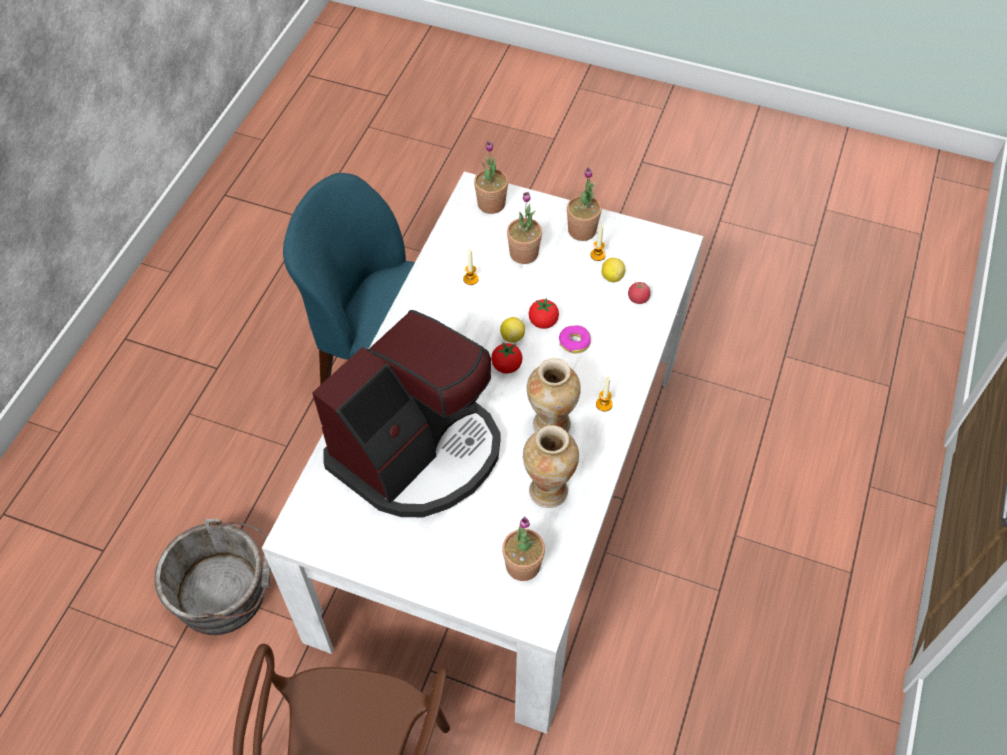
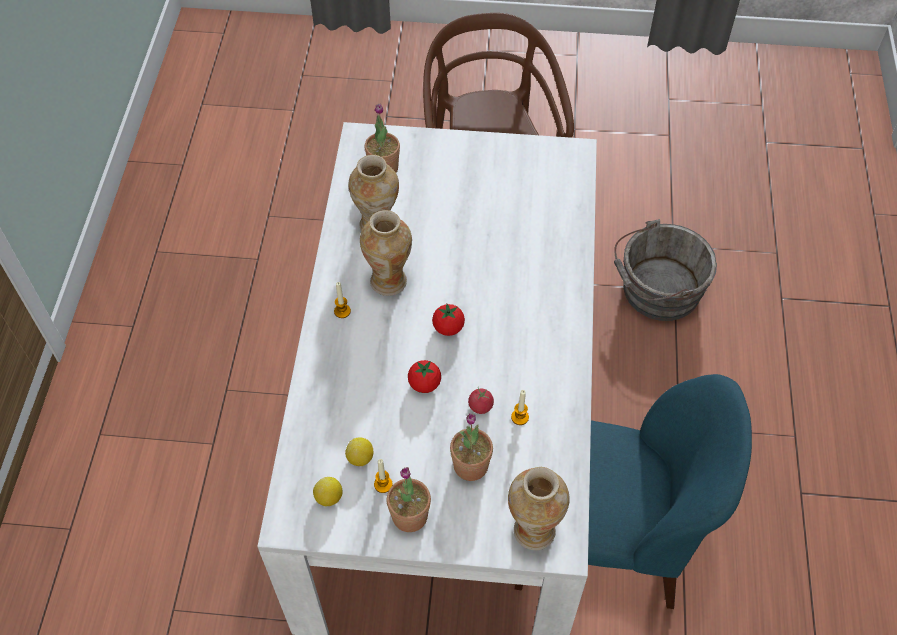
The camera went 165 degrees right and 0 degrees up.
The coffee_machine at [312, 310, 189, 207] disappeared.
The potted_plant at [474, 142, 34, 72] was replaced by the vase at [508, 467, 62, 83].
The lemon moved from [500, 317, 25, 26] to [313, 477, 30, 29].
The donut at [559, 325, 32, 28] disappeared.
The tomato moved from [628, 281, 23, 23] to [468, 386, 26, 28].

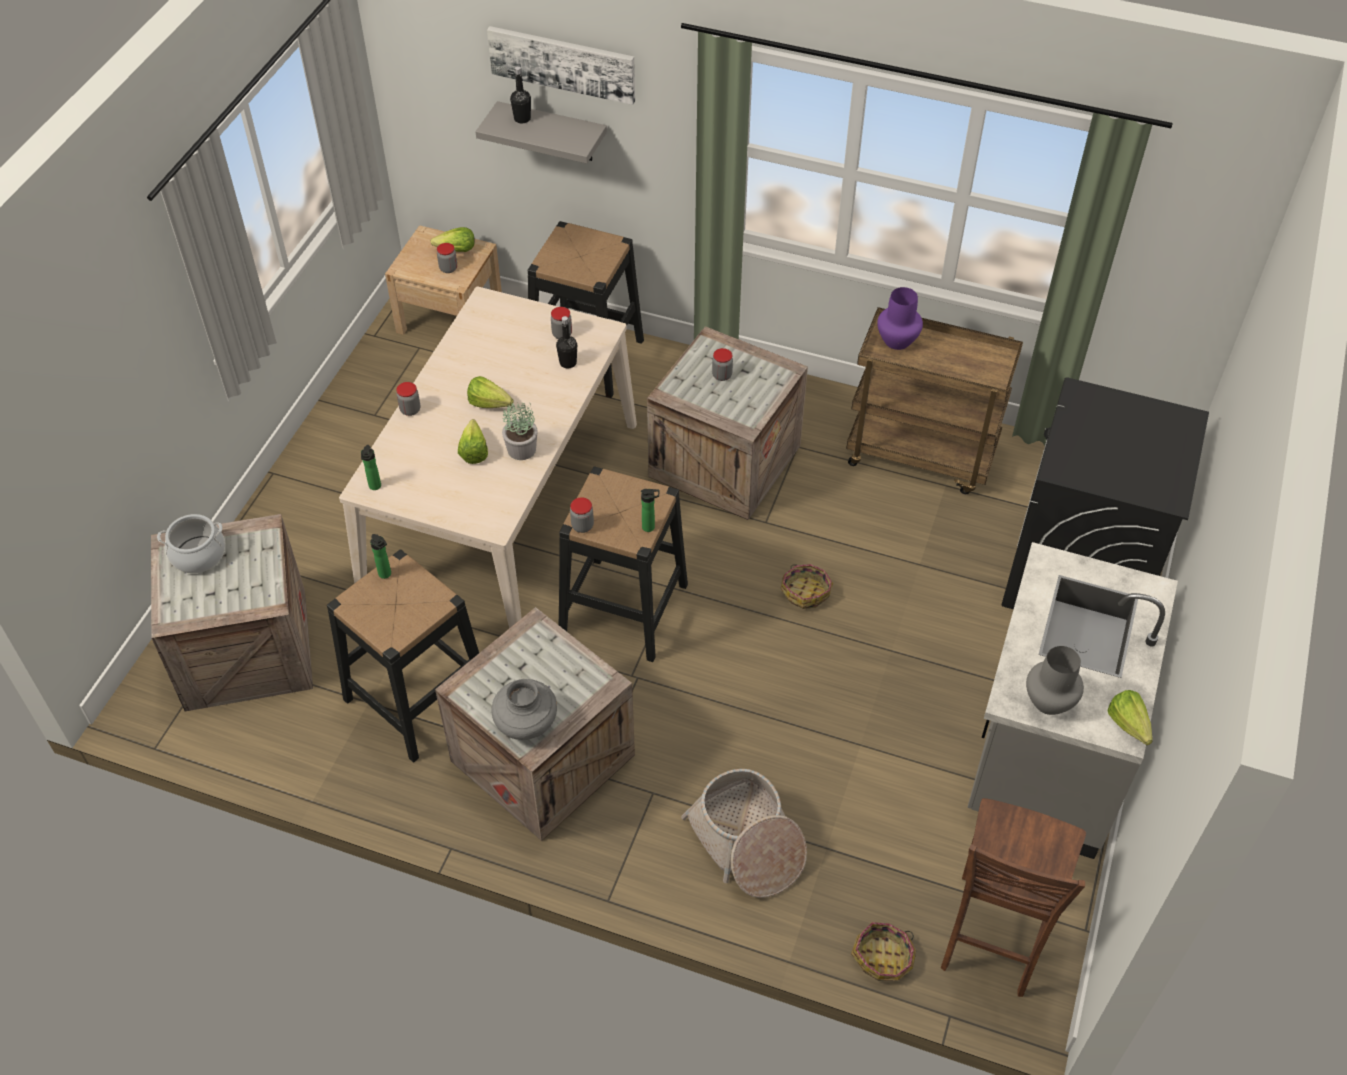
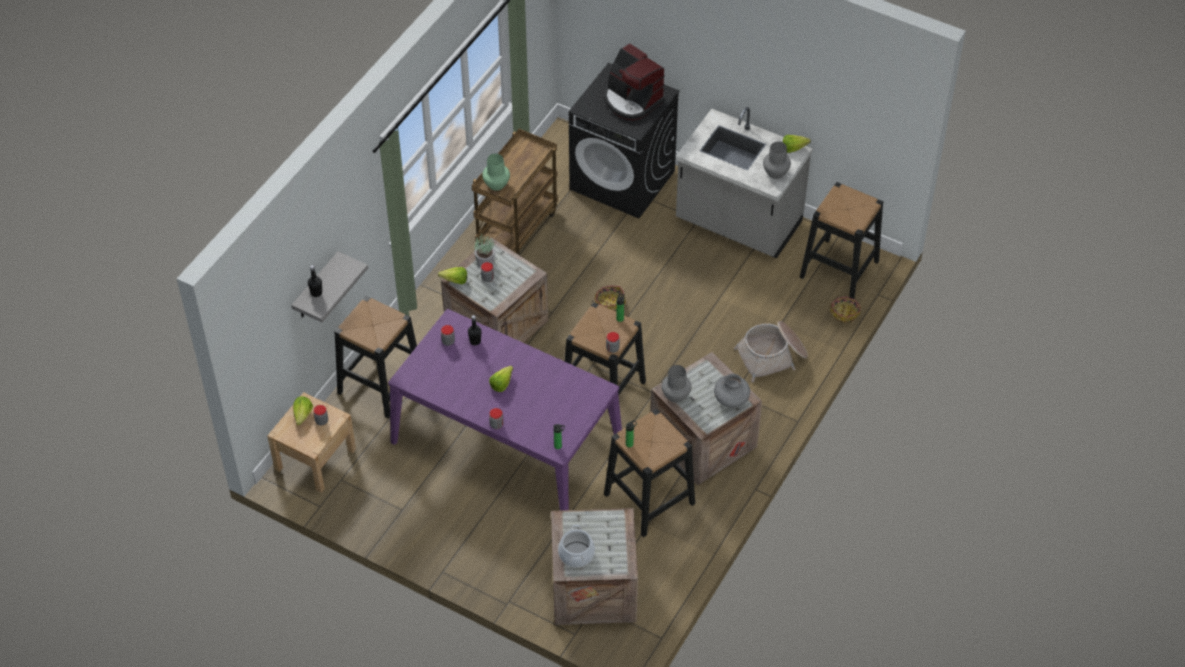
The camera went 80 degrees left and 0 degrees up.
The beige_dining_table at [339, 286, 298, 342] became the purple_dining_table at [388, 309, 234, 202].
The lettuce moved from [458, 419, 30, 45] to [438, 267, 29, 17].
The picture at [487, 26, 148, 79] disappeared.
The potted_plant moved from [502, 402, 36, 58] to [474, 233, 21, 35].
The purple_vase at [877, 287, 46, 63] became the green_vase at [482, 154, 28, 37].
The brown_chair at [941, 798, 145, 199] was replaced by the black_stool at [800, 182, 83, 117].
The coffee_machine at [604, 43, 61, 77] appeared.
The grey_vase at [662, 365, 29, 38] appeared.

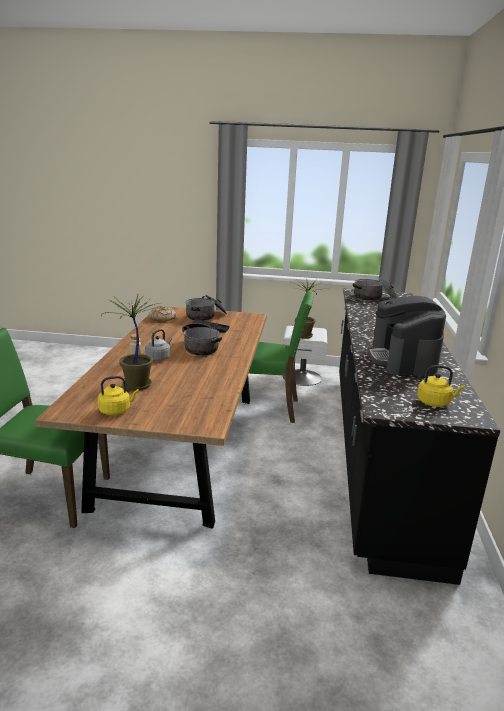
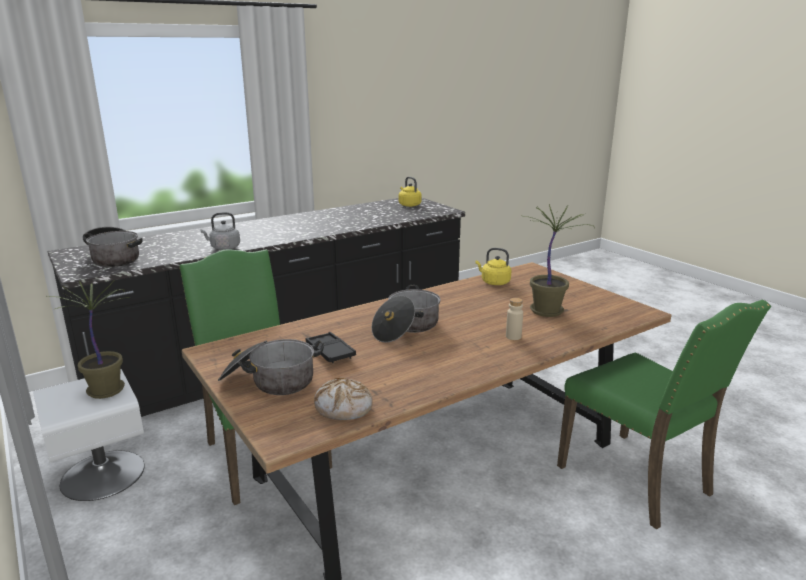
The camera went 130 degrees left and 0 degrees up.
The yellow_kettle moved from [98, 376, 41, 39] to [476, 248, 35, 37].
The grey_kettle moved from [145, 329, 27, 32] to [200, 212, 40, 38].
The coffee_machine at [367, 296, 79, 80] disappeared.

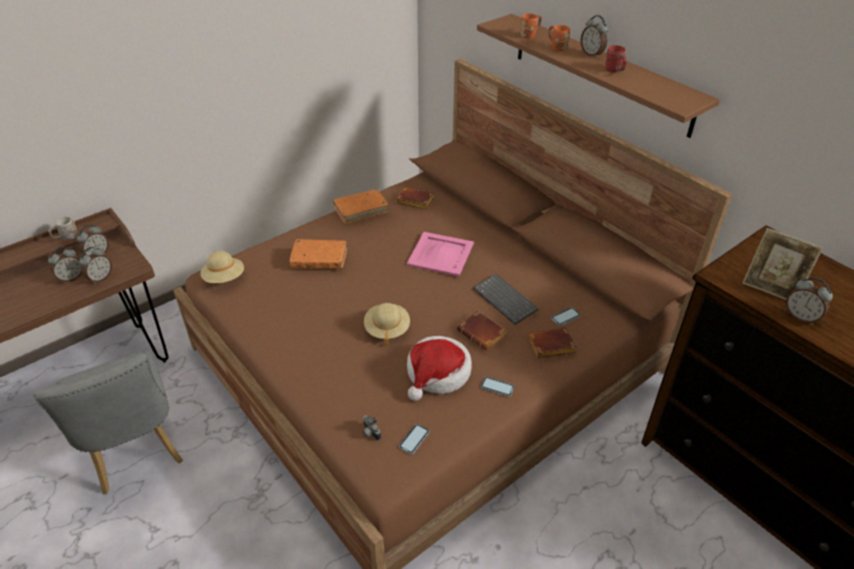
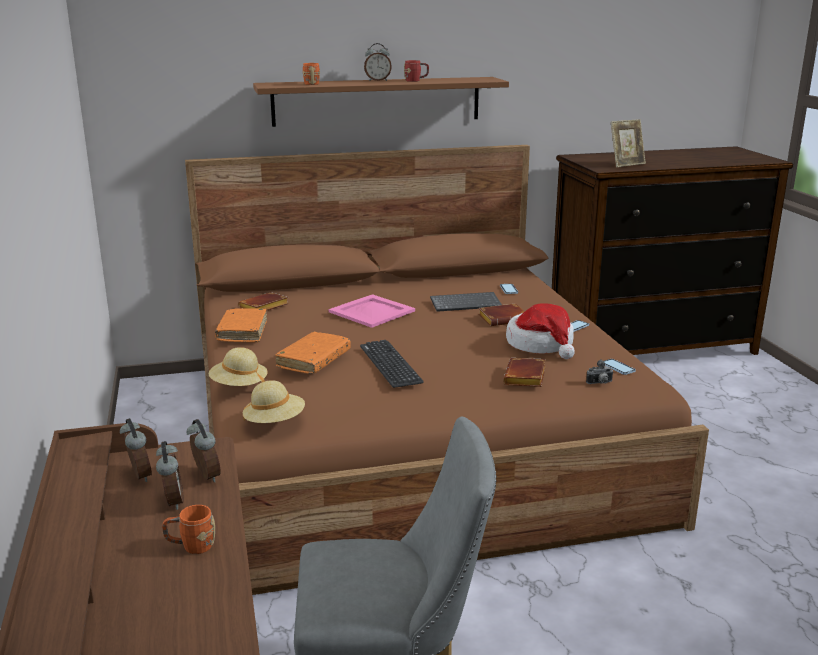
The camera went 65 degrees left and 20 degrees down.
The grey_mug at [48, 216, 29, 25] disappeared.
The beige_hat moved from [364, 303, 46, 43] to [209, 347, 59, 39].
The brown_book moved from [527, 327, 50, 32] to [503, 358, 43, 29].
The orange_mug moved from [548, 25, 22, 26] to [162, 505, 53, 49].
The alarm_clock at [785, 277, 48, 48] disappeared.
The keyboard at [360, 340, 64, 48] appeared.

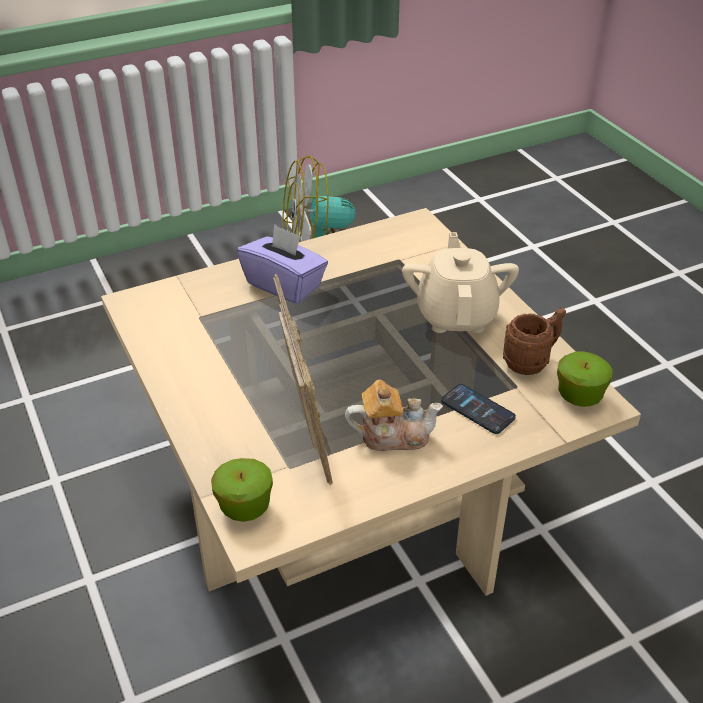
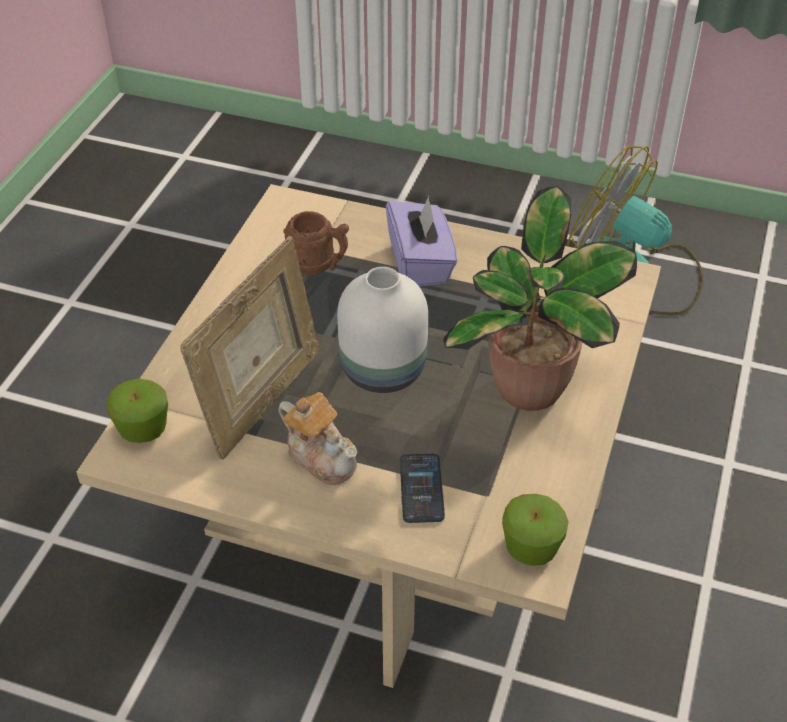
The camera went 45 degrees right and 5 degrees up.
The beige_teapot at [402, 232, 117, 101] was replaced by the potted_plant at [443, 186, 194, 225].
The brown_mug moved from [503, 308, 63, 67] to [283, 211, 66, 64].
The white_vase at [337, 267, 91, 126] appeared.

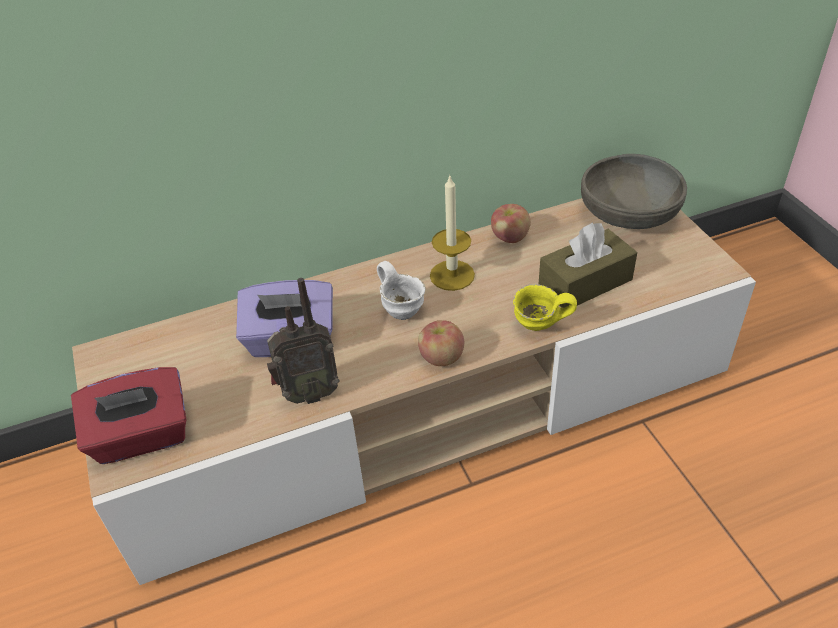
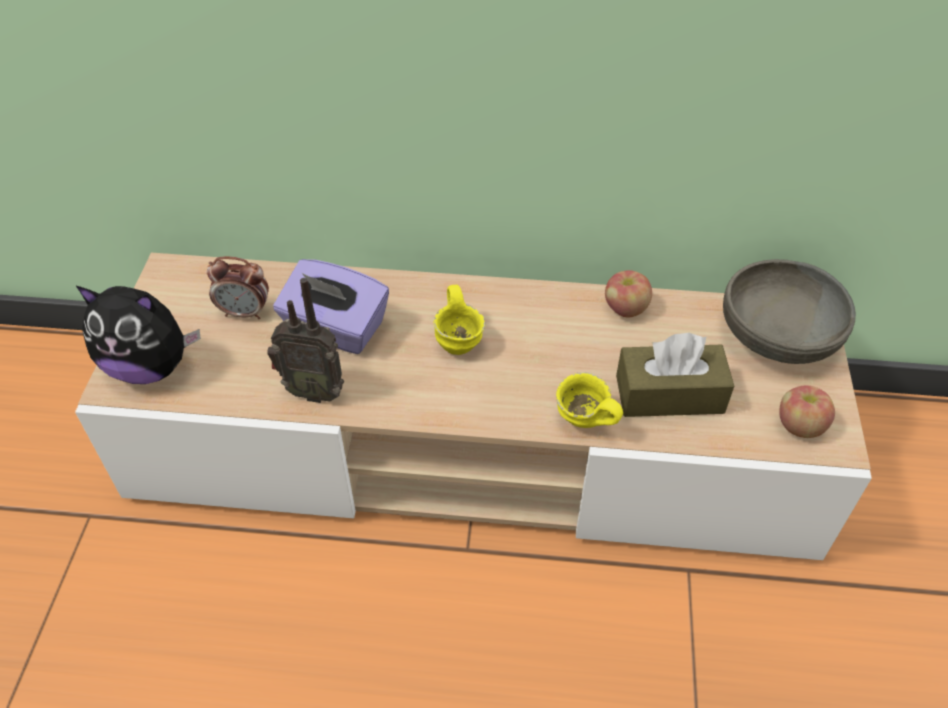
The camera went 25 degrees right and 5 degrees up.
The red_tissue_box at [71, 367, 115, 97] was replaced by the plush_toy at [75, 285, 126, 99].
The white_mug at [377, 261, 49, 59] became the yellow_mug at [434, 285, 51, 70].
The apple moved from [418, 320, 46, 46] to [779, 386, 56, 52].
The candle at [430, 174, 45, 117] disappeared.
The alarm_clock at [207, 256, 62, 63] appeared.

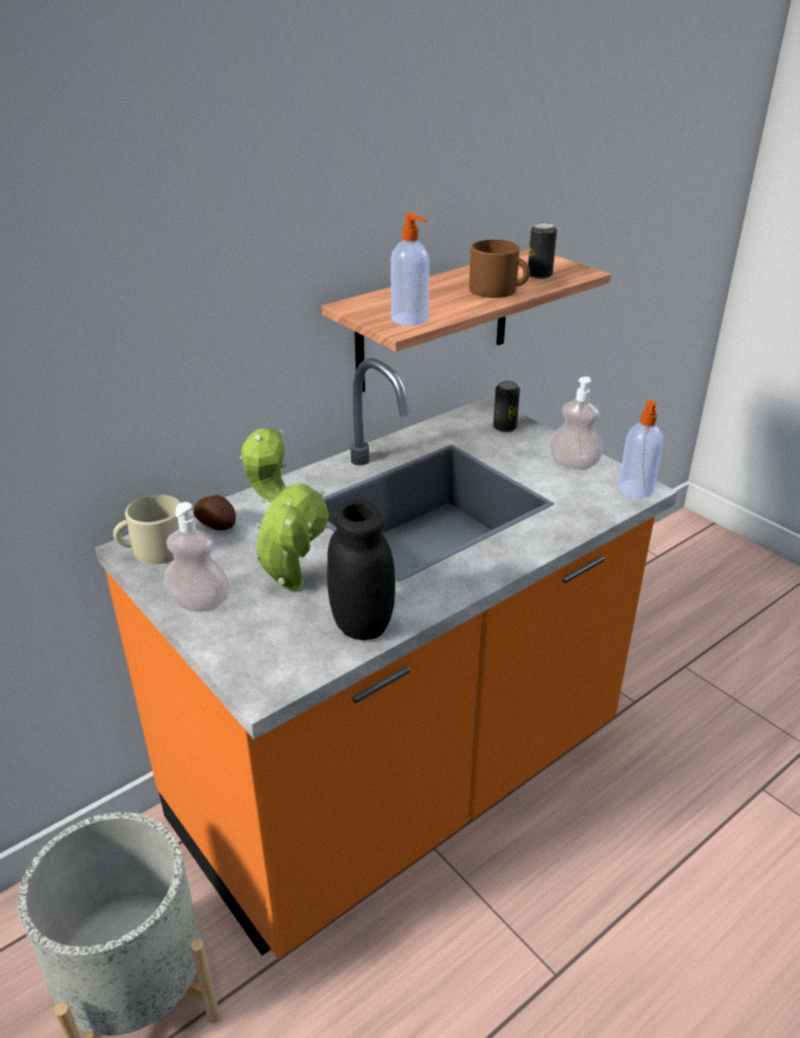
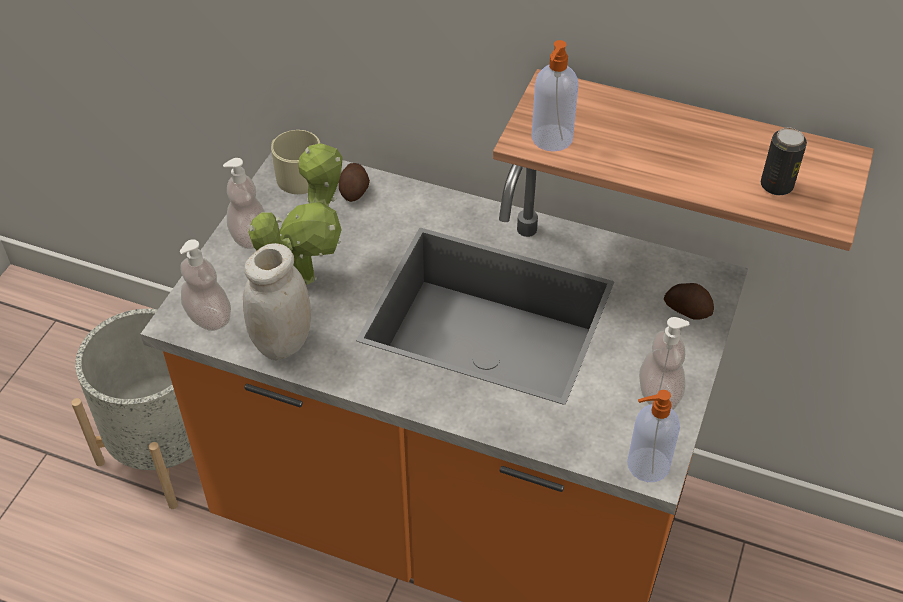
The camera went 60 degrees right and 15 degrees up.
The black_jar at [327, 500, 68, 140] became the white_jar at [243, 243, 68, 117].
The brown_mug at [469, 240, 61, 58] disappeared.
The can at [493, 381, 27, 51] was replaced by the potato at [664, 283, 50, 37].
The soap_dispenser at [180, 239, 51, 92] appeared.

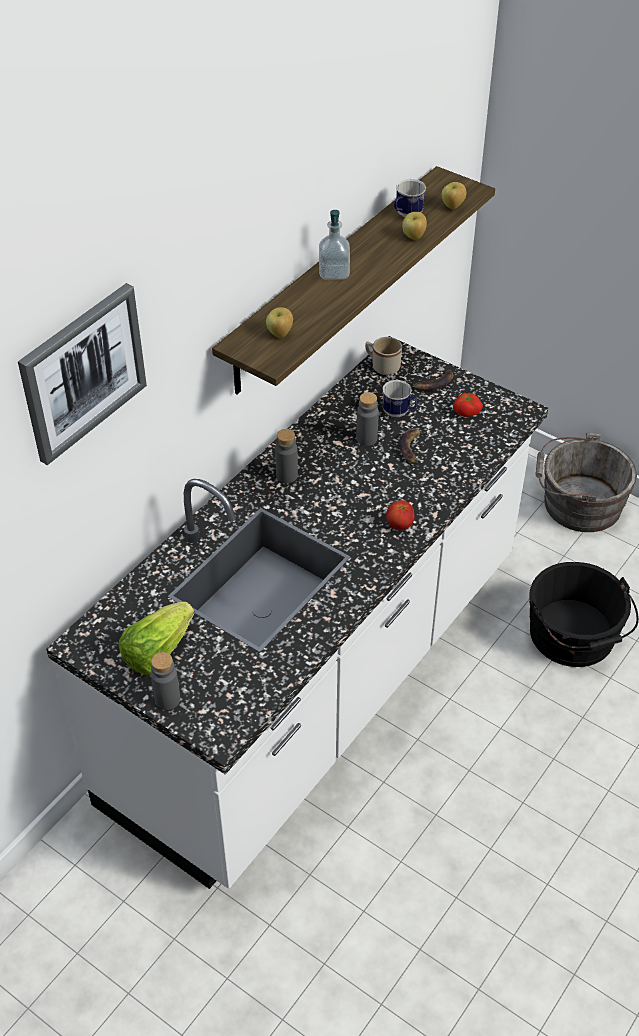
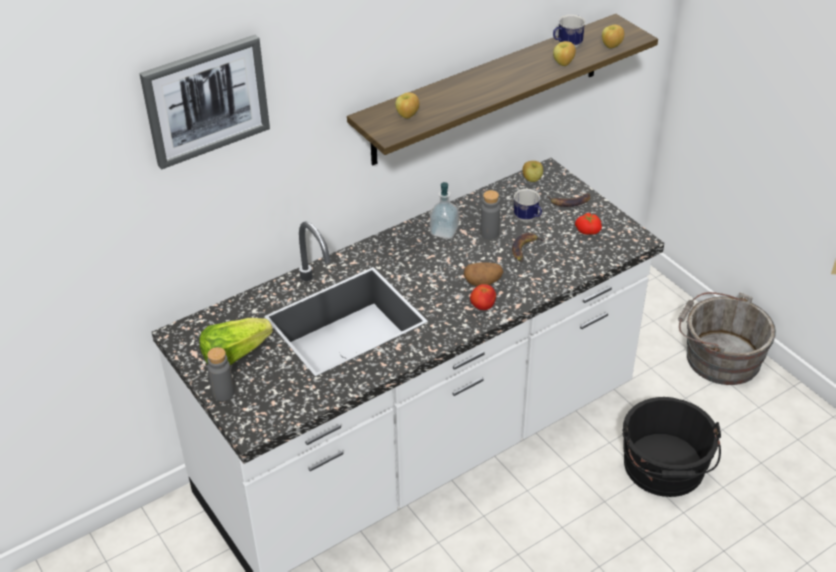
The camera went 20 degrees right and 5 degrees down.
The grey_bottle at [275, 429, 23, 54] disappeared.
The soap_dispenser moved from [319, 210, 31, 70] to [430, 182, 29, 57].
The beige_mug at [365, 337, 37, 38] was replaced by the apple at [523, 161, 20, 21].
The potato at [464, 262, 39, 24] appeared.

